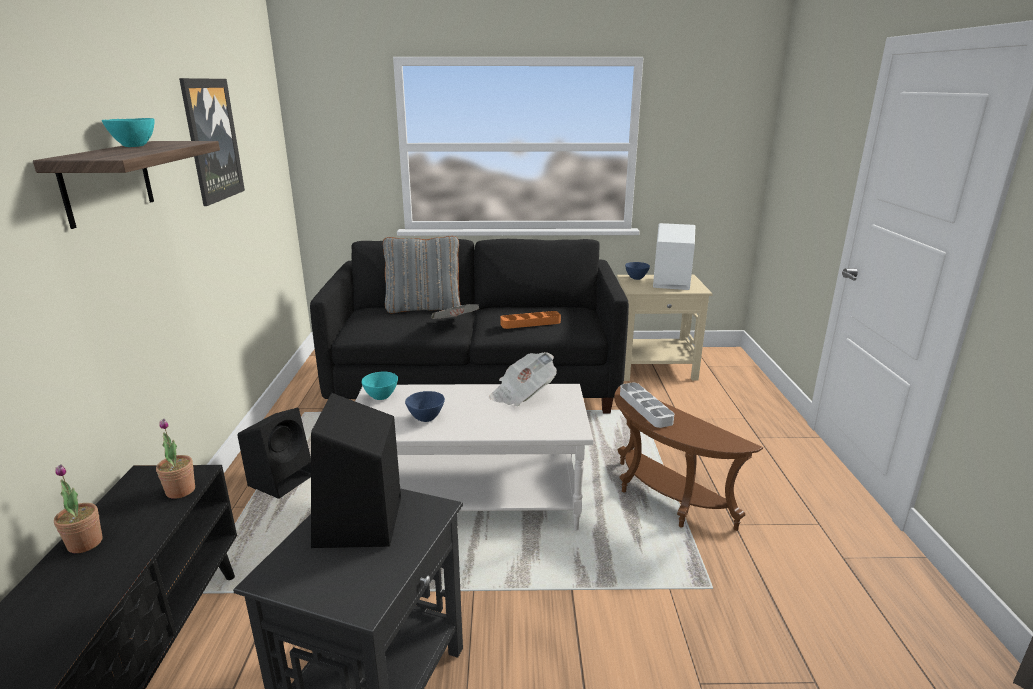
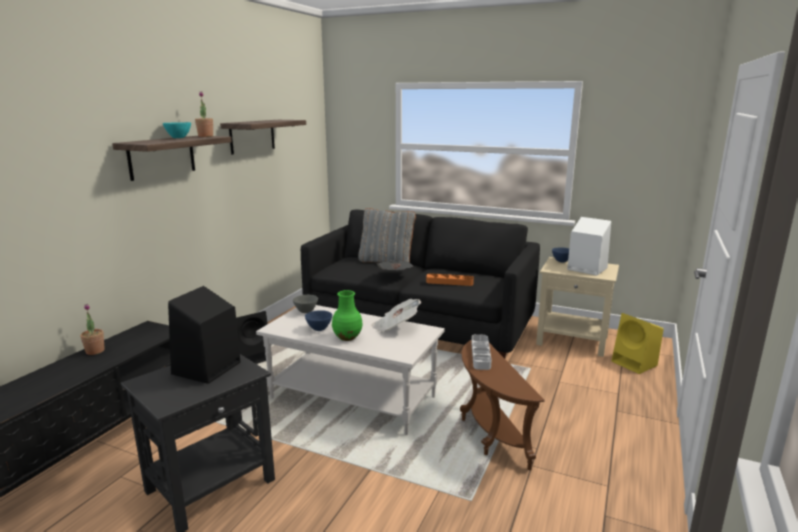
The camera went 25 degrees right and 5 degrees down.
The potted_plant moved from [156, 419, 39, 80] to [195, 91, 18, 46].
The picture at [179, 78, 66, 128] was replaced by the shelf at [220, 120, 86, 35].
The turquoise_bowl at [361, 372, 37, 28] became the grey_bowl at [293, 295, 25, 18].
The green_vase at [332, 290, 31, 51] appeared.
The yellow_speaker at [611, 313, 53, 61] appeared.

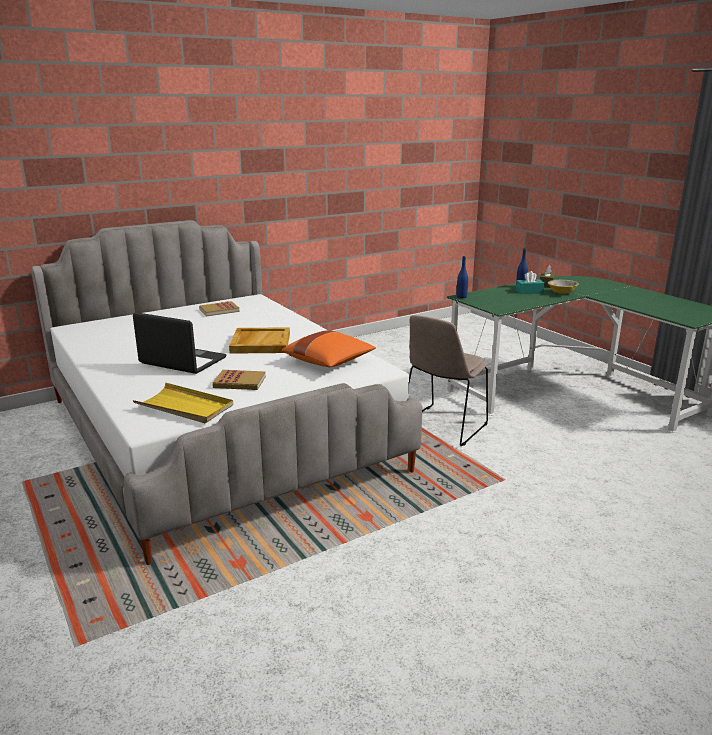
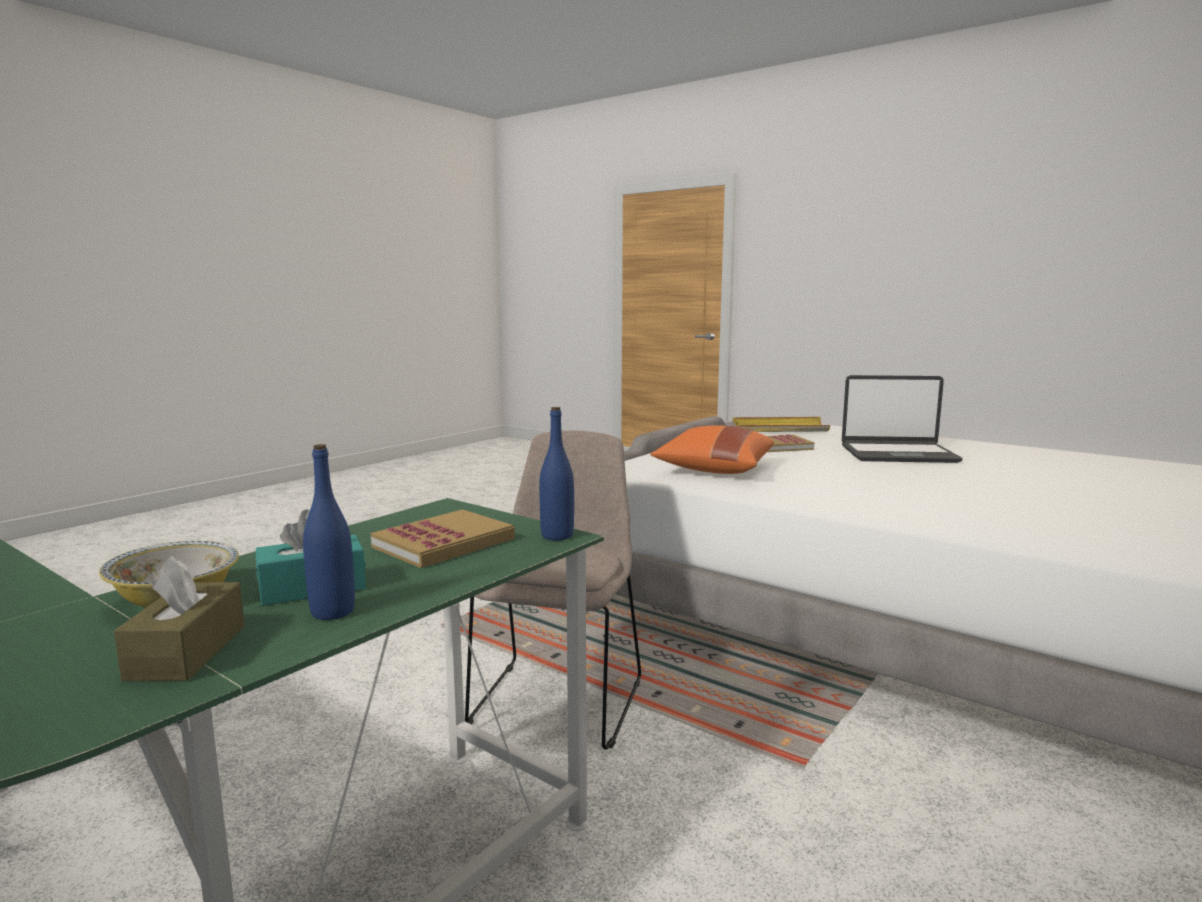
The camera went 160 degrees right and 10 degrees down.
The book moved from [199, 301, 41, 15] to [371, 509, 144, 59].
The beige_tray at [229, 327, 61, 27] disappeared.

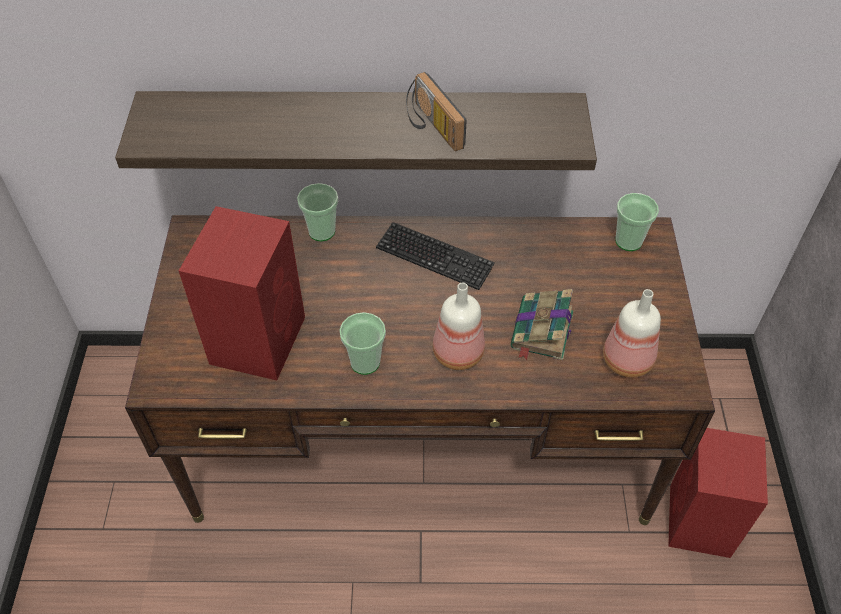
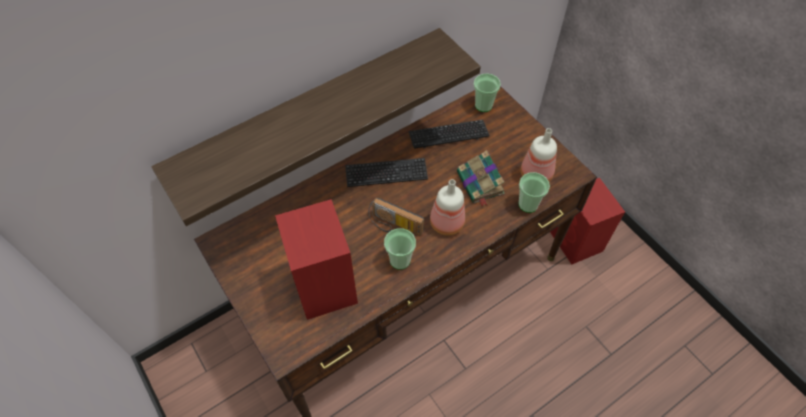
The camera went 35 degrees left and 5 degrees up.
The cup moved from [297, 183, 41, 58] to [519, 172, 31, 41].
The radio moved from [406, 72, 61, 79] to [368, 198, 56, 38].
The keyboard at [409, 119, 81, 30] appeared.

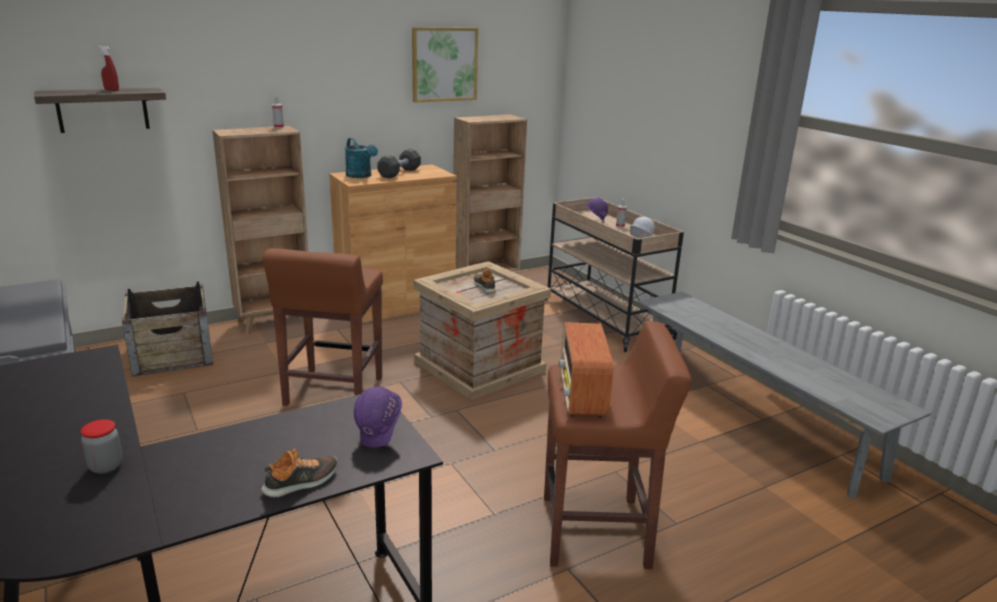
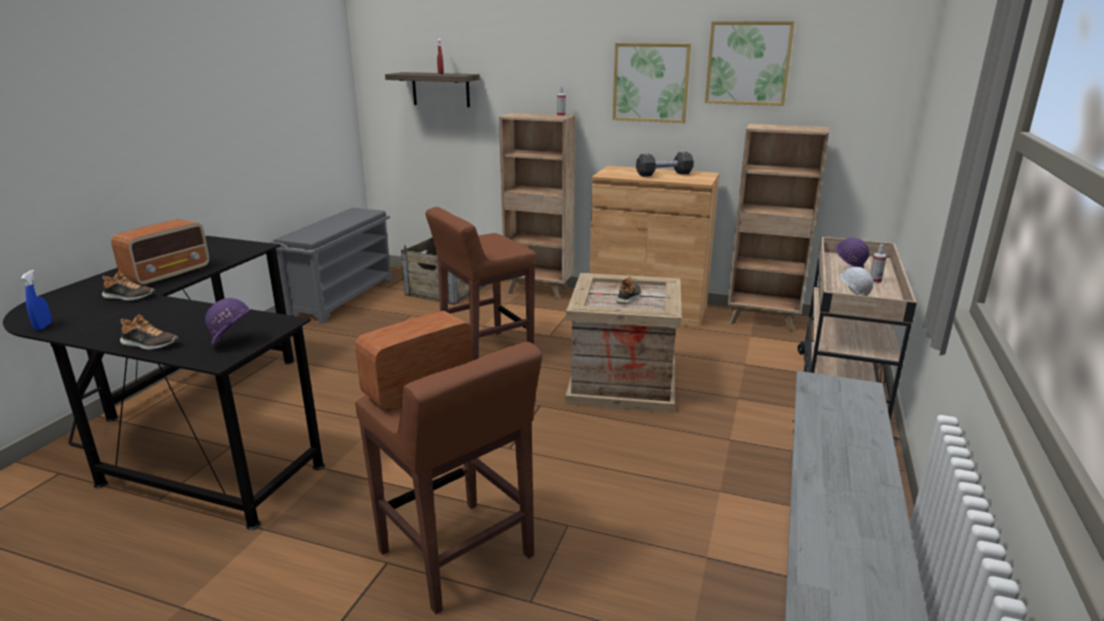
The camera went 50 degrees right and 0 degrees up.
The jar at [81, 420, 42, 54] was replaced by the shoe at [101, 271, 55, 30].
The turquoise_watering_can at [345, 138, 33, 40] disappeared.
The blue_spray_bottle at [21, 270, 31, 61] appeared.
The radio at [111, 219, 98, 67] appeared.
The picture at [613, 43, 78, 80] appeared.

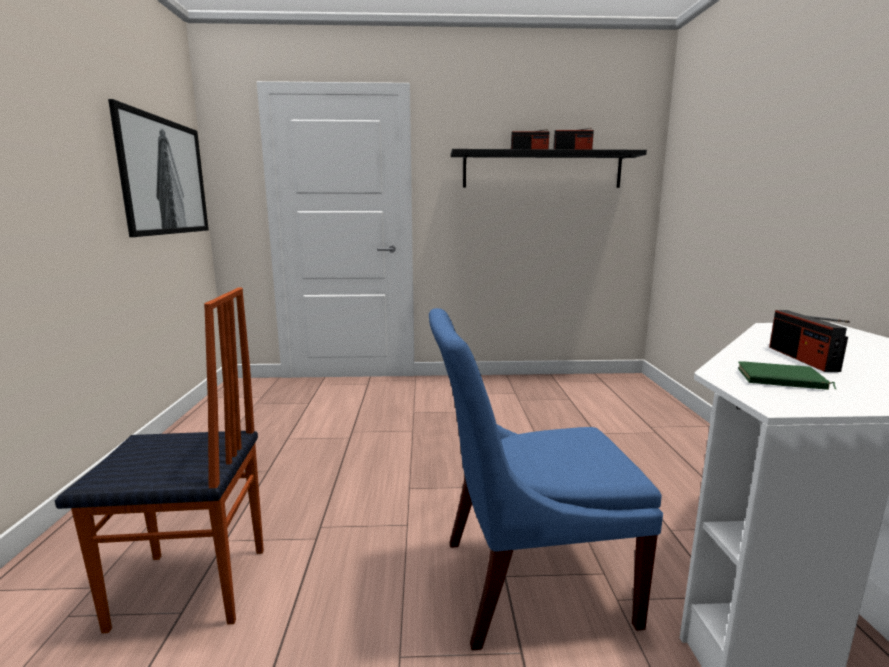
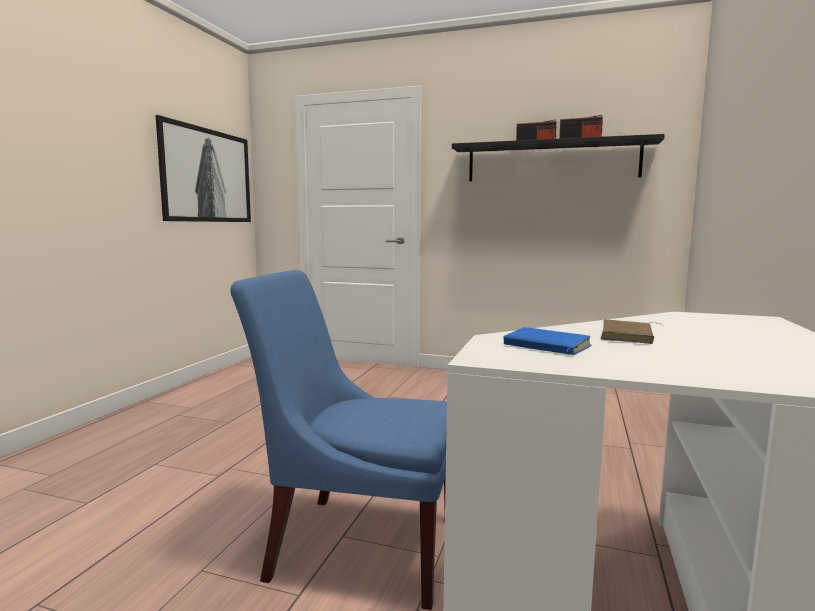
The camera went 20 degrees right and 5 degrees down.
The chair at [54, 287, 210, 346] disappeared.
The green_book at [738, 361, 98, 29] became the blue_book at [503, 327, 89, 28].
The radio at [769, 310, 81, 62] was replaced by the brown_book at [601, 319, 64, 25].

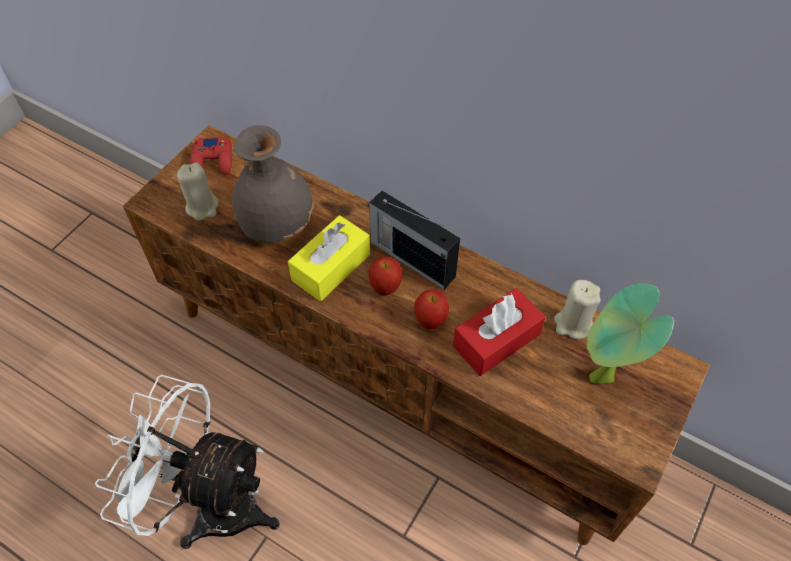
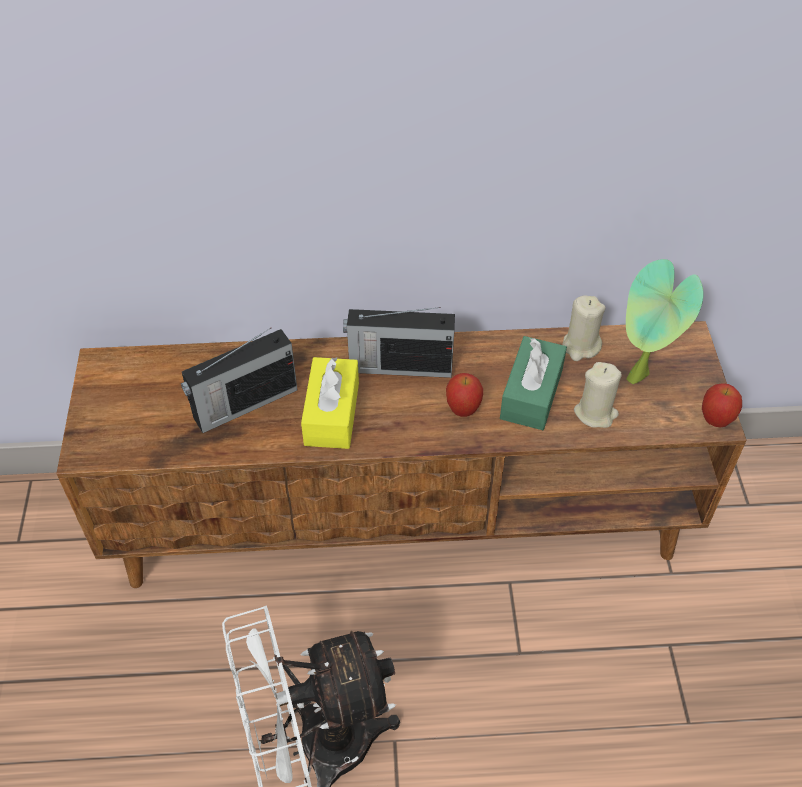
The camera went 35 degrees left and 5 degrees down.
The beige_candle moved from [177, 163, 42, 57] to [574, 362, 48, 66].
The red_game_controller at [190, 137, 42, 38] disappeared.
The grey_vase at [232, 125, 82, 118] was replaced by the radio at [181, 328, 116, 105].
The apple moved from [369, 256, 33, 40] to [702, 384, 40, 44].
The red_tissue_box at [453, 288, 93, 88] became the green_tissue_box at [500, 336, 67, 94].

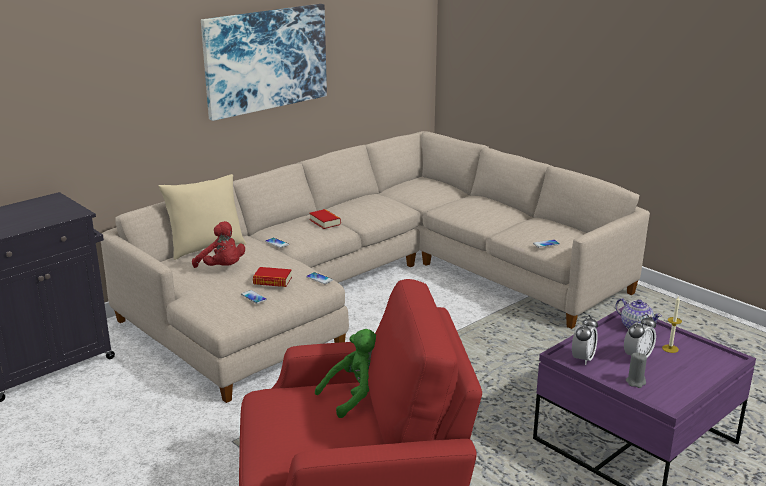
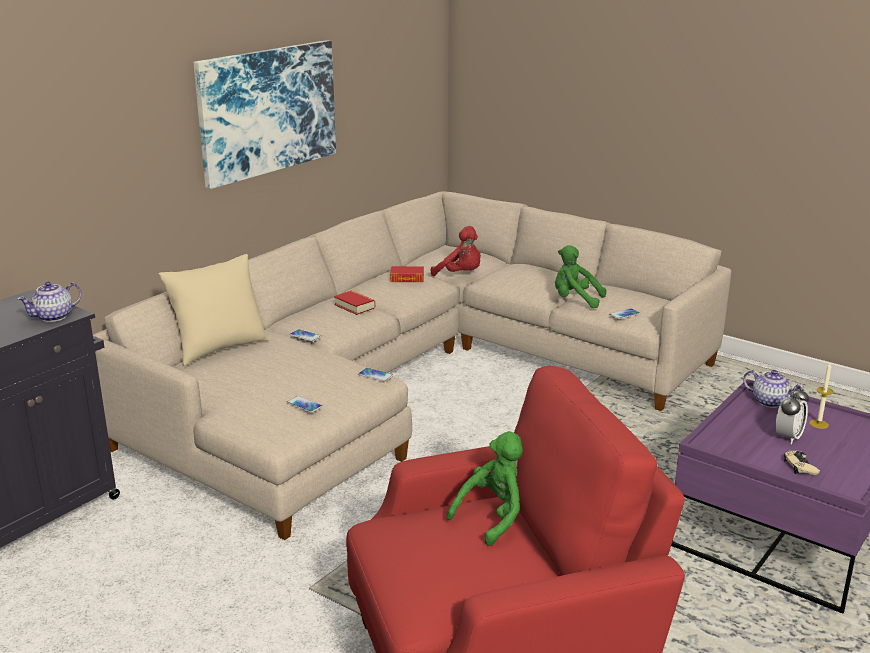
The camera went 10 degrees left and 0 degrees up.
The red_plush_toy moved from [192, 221, 53, 47] to [431, 226, 50, 50].
The book moved from [253, 267, 39, 20] to [390, 266, 34, 16].
The alarm_clock at [572, 315, 26, 50] disappeared.
The grey_candle at [626, 352, 21, 36] was replaced by the beige_game_controller at [784, 450, 36, 25].
The teapot at [17, 281, 65, 41] appeared.
The green_plush_toy at [555, 245, 51, 63] appeared.

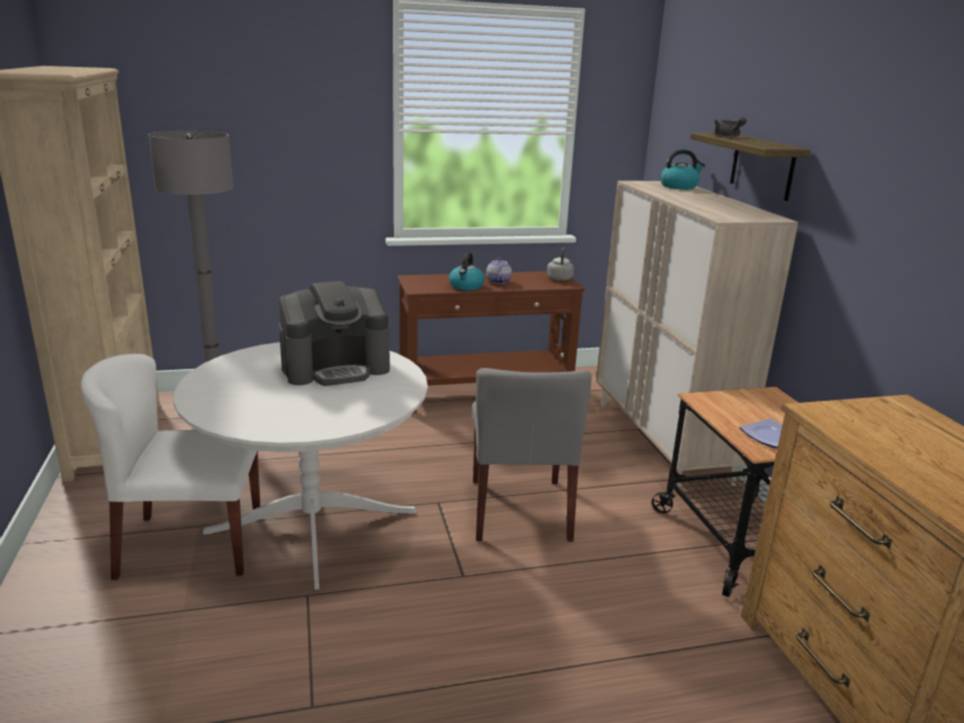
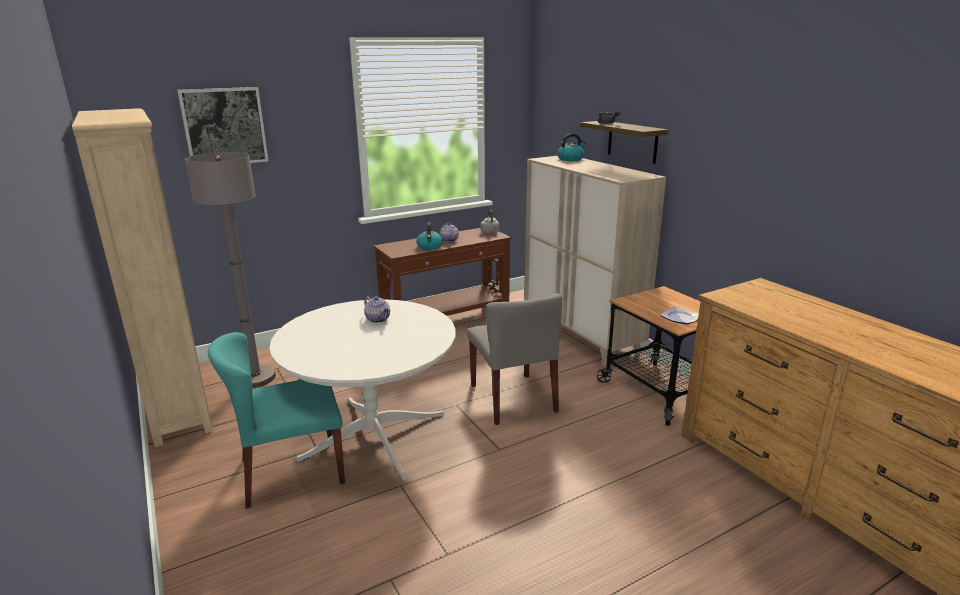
The camera went 15 degrees left and 0 degrees up.
The white_chair at [81, 354, 179, 226] became the turquoise_chair at [208, 332, 137, 177].
The coffee_machine at [279, 281, 111, 105] was replaced by the teapot at [364, 296, 26, 27].
The picture at [177, 87, 92, 76] appeared.

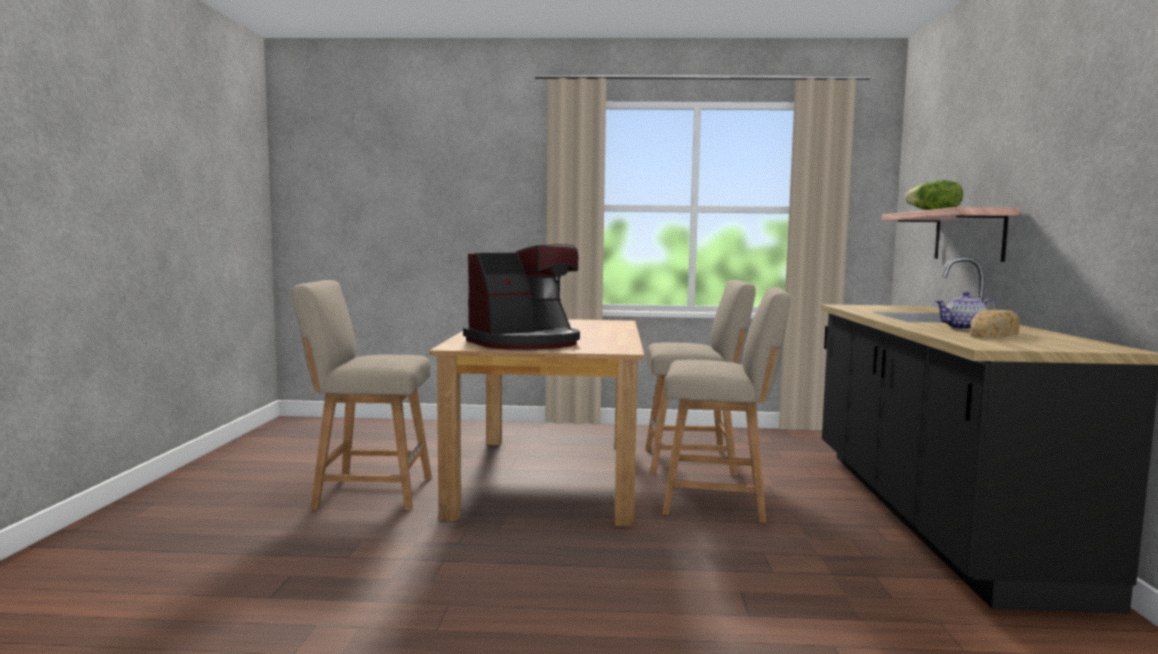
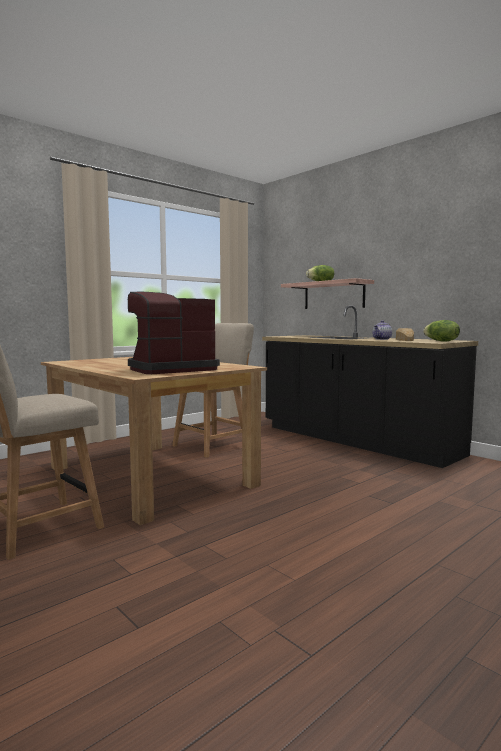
The camera went 45 degrees left and 0 degrees up.
The coffee_machine at [463, 244, 117, 106] turned 135 degrees counterclockwise.
The beige_chair at [662, 287, 129, 236] disappeared.
The lettuce at [423, 320, 37, 21] appeared.

